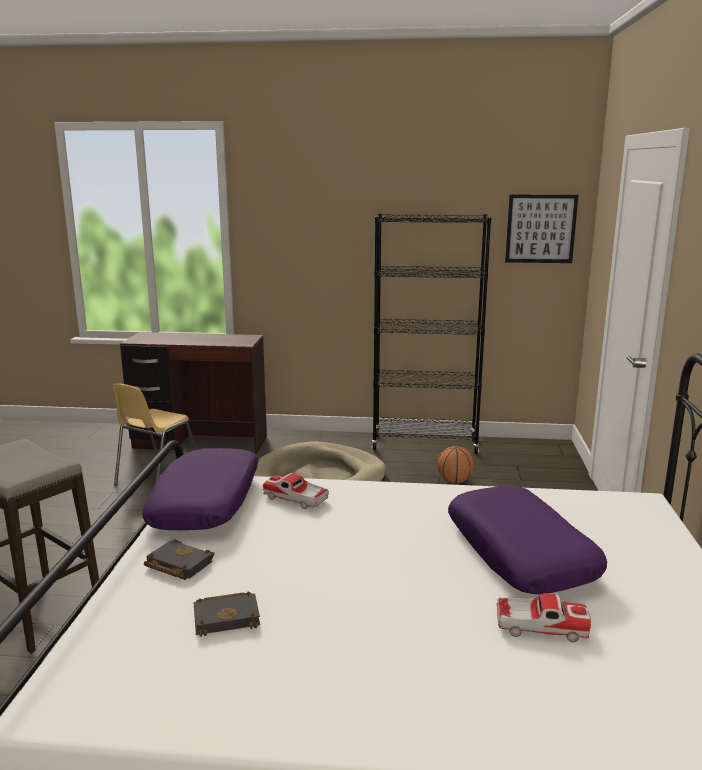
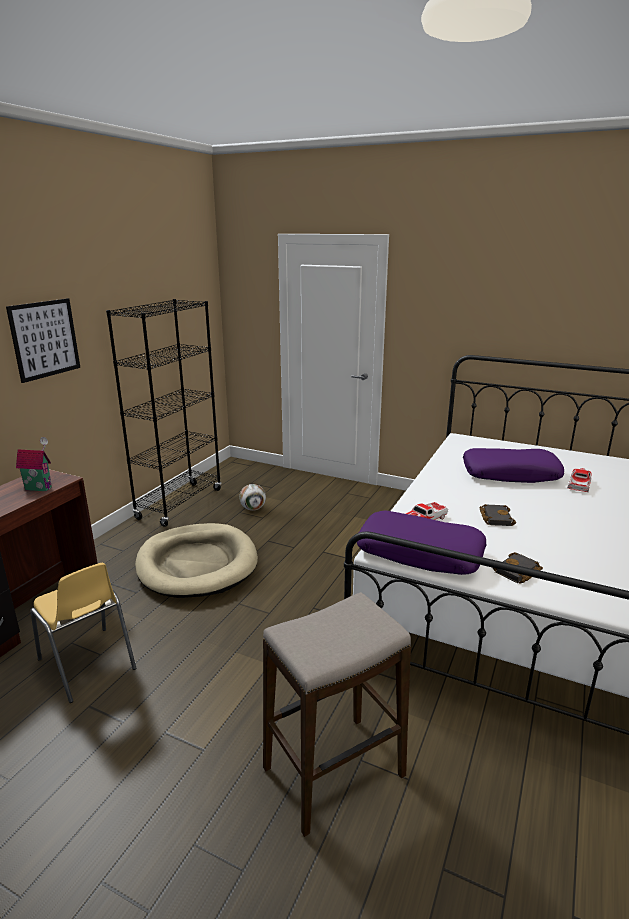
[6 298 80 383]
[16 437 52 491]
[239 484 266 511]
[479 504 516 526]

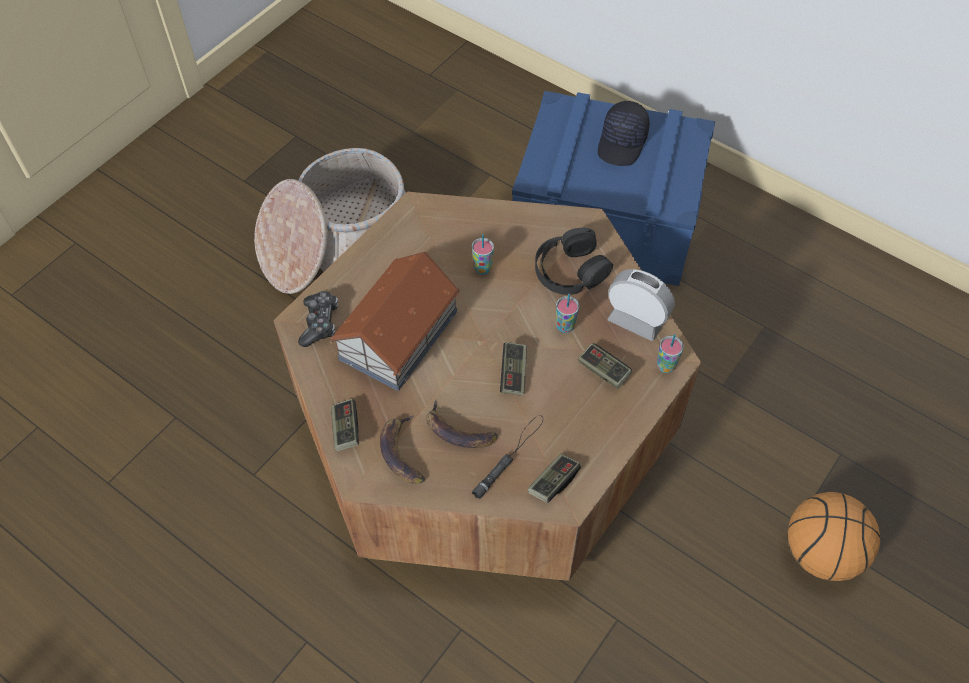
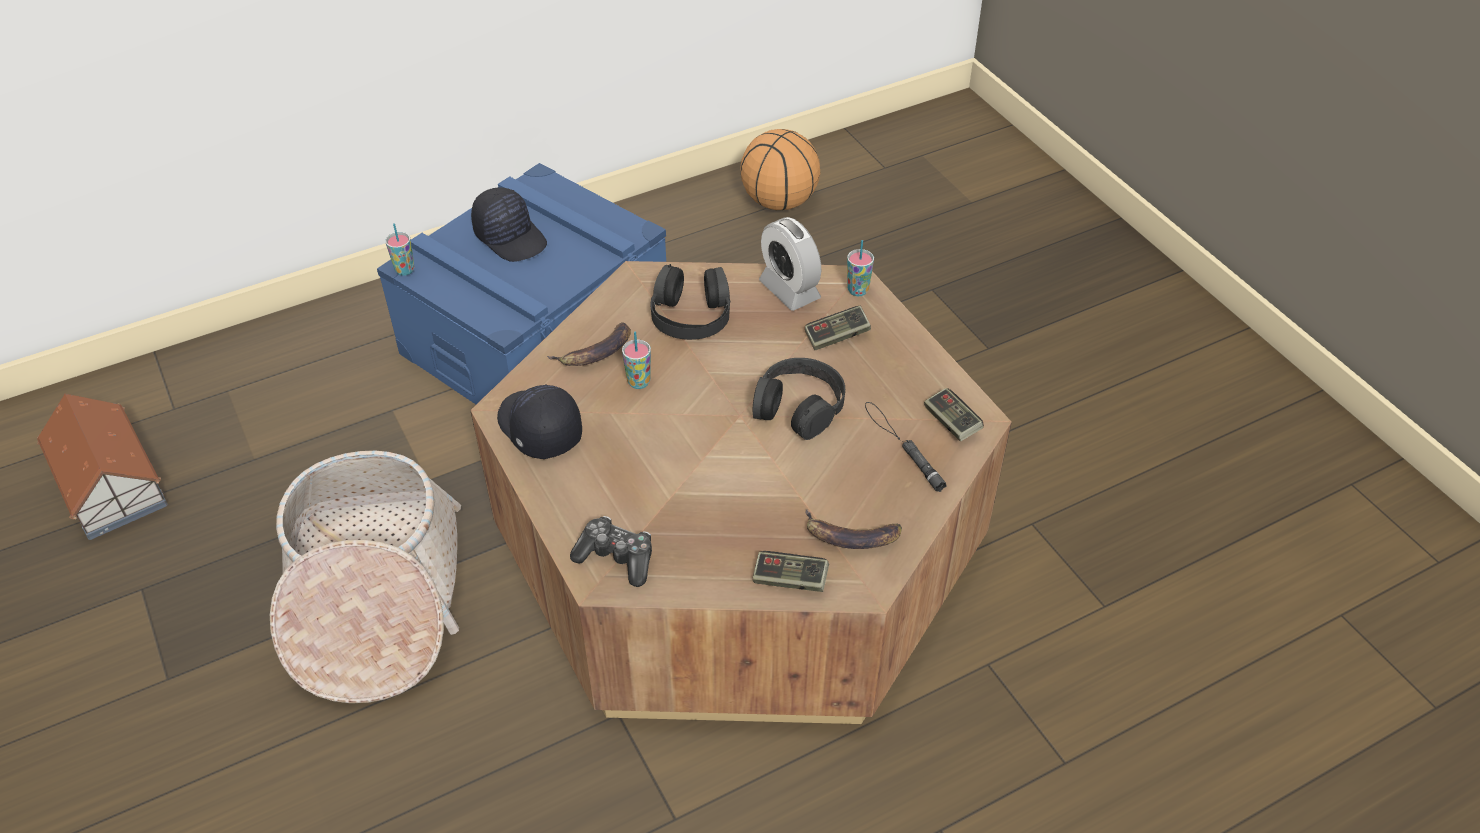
[37 394 168 540]
[385 223 415 276]
[497 384 582 459]
[547 322 631 366]
[741 129 820 210]
[752 358 845 440]
[759 217 821 311]

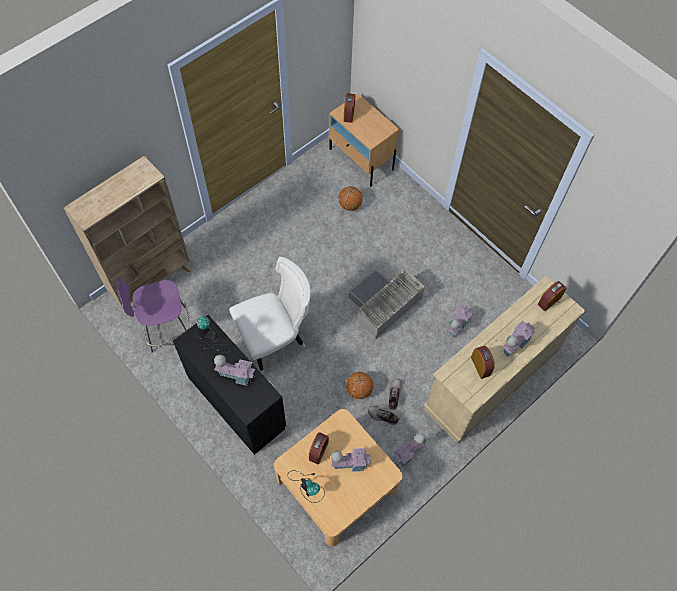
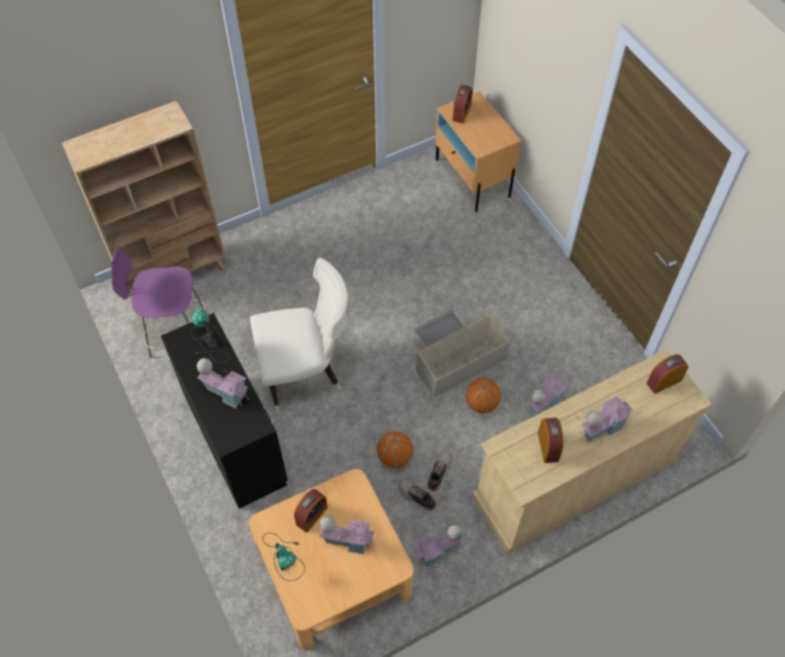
[466 378 501 413]

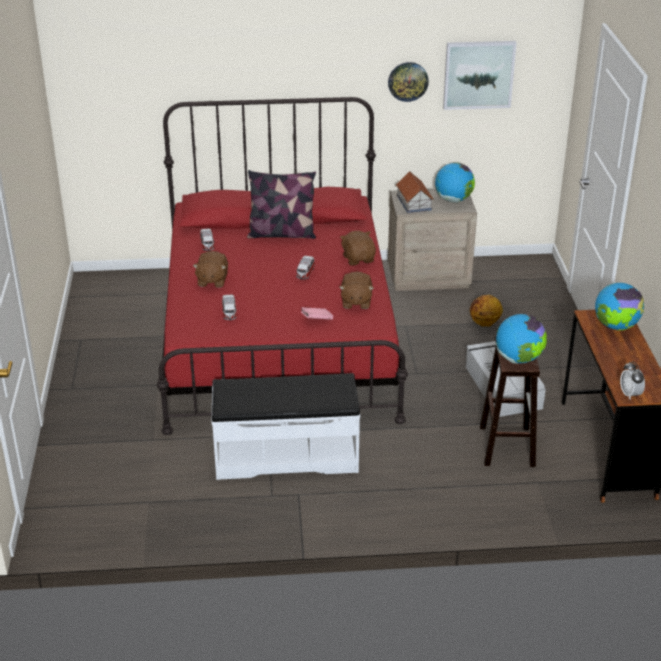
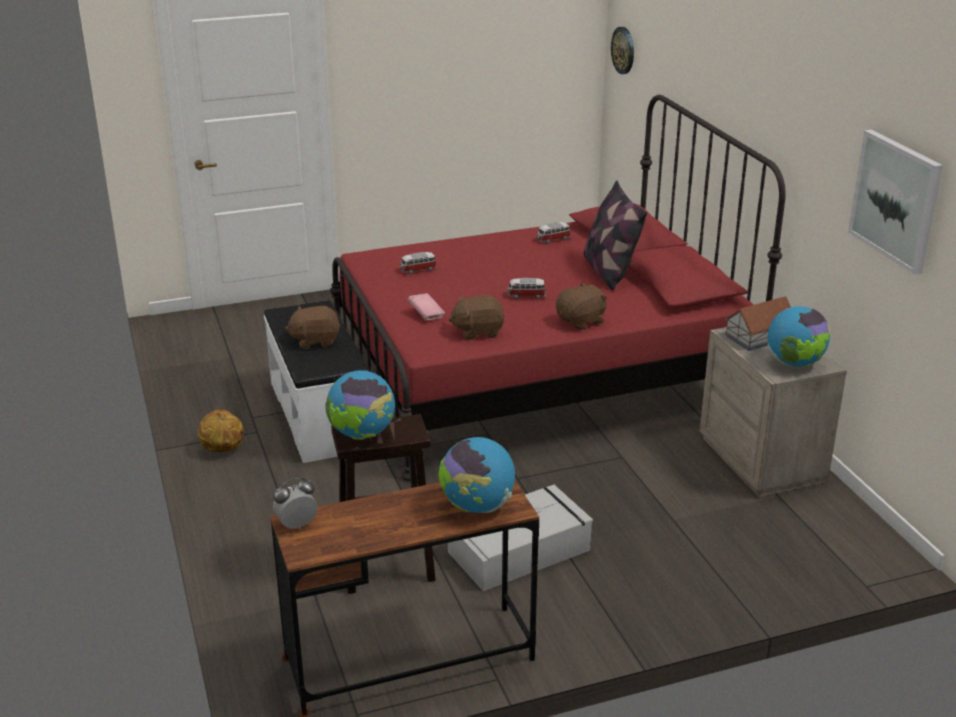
[198 410 244 452]
[285 306 341 349]
[611 27 634 74]

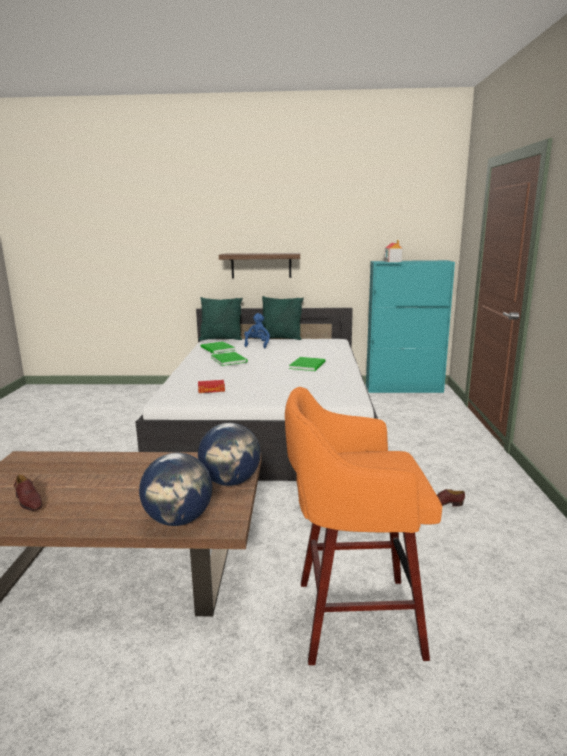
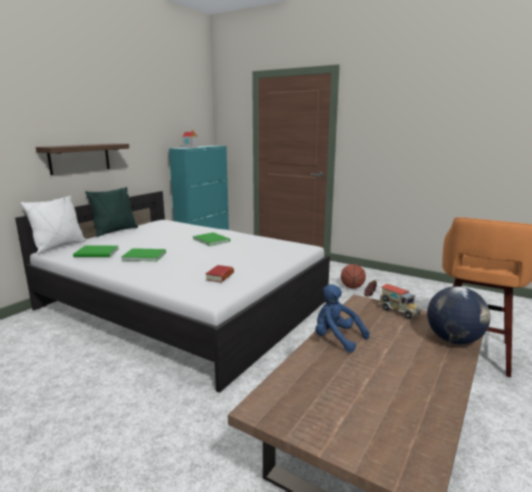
[21 195 86 254]
[315 284 370 352]
[341 264 366 289]
[379 284 423 319]
[14 474 42 511] (first image)

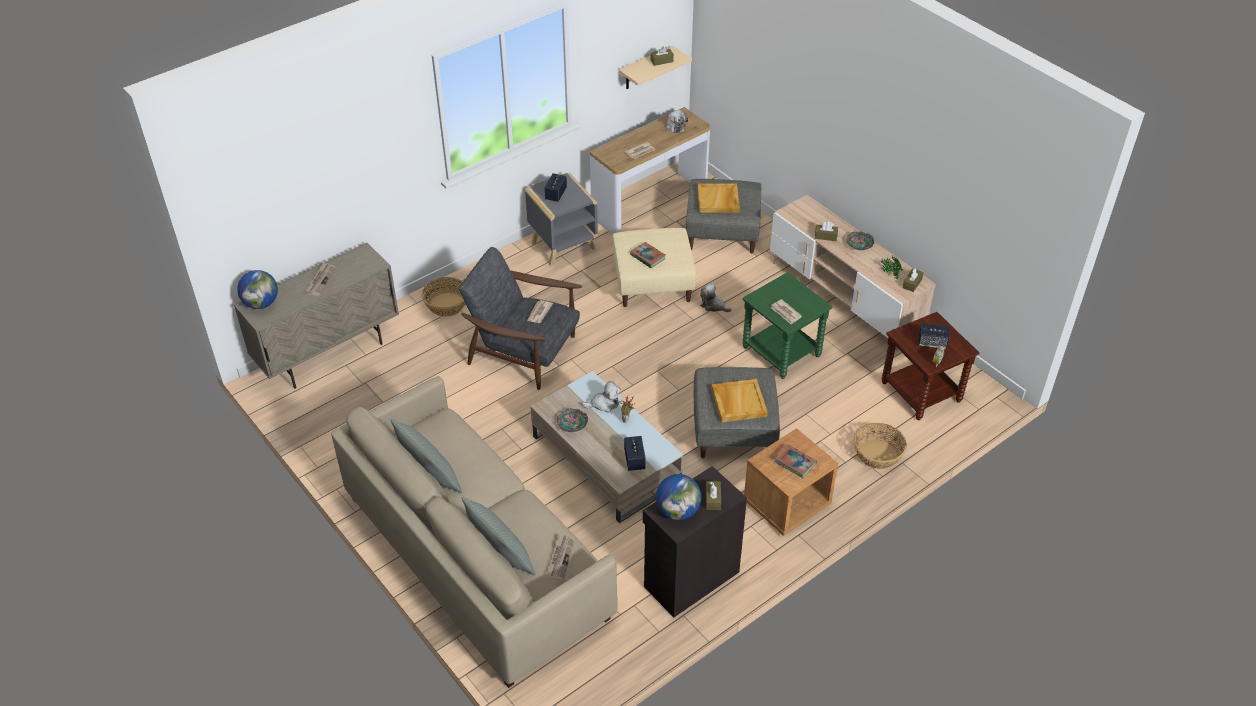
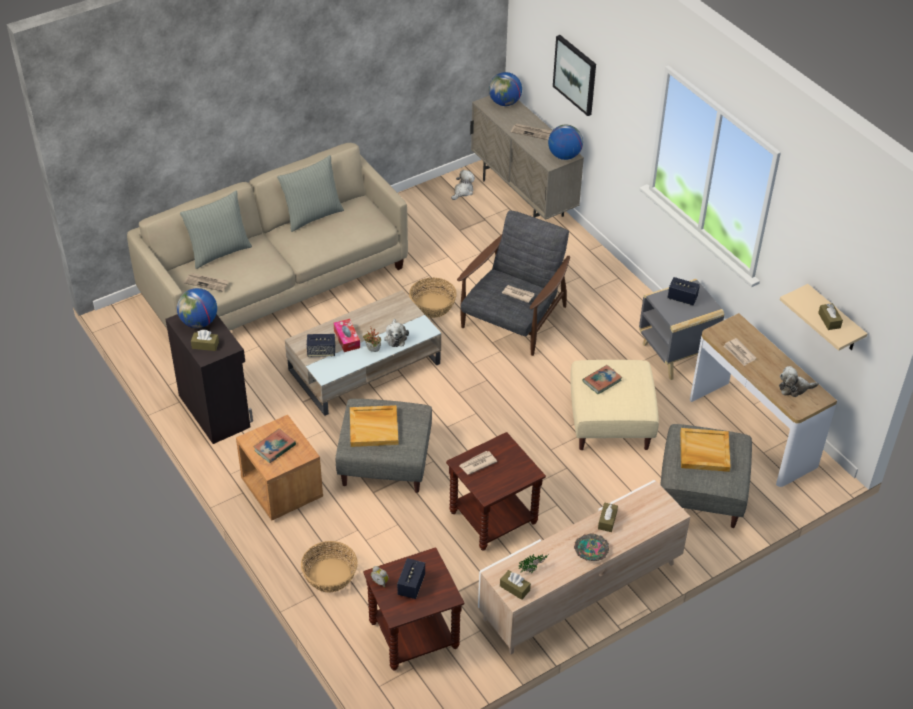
[334 319 360 352]
[409 278 457 318]
[446 432 546 551]
[451 170 475 200]
[548 125 583 160]
[553 35 596 116]
[557 408 588 432] (first image)

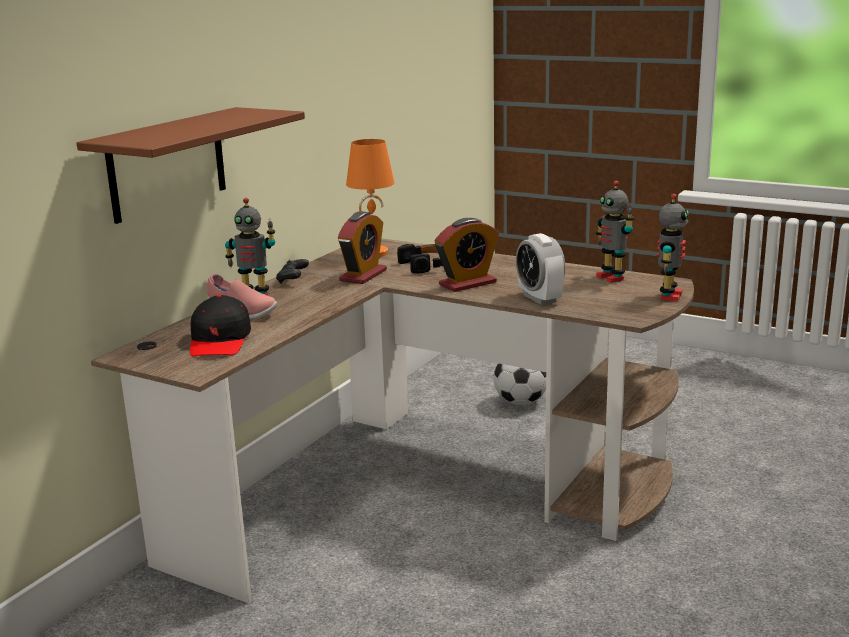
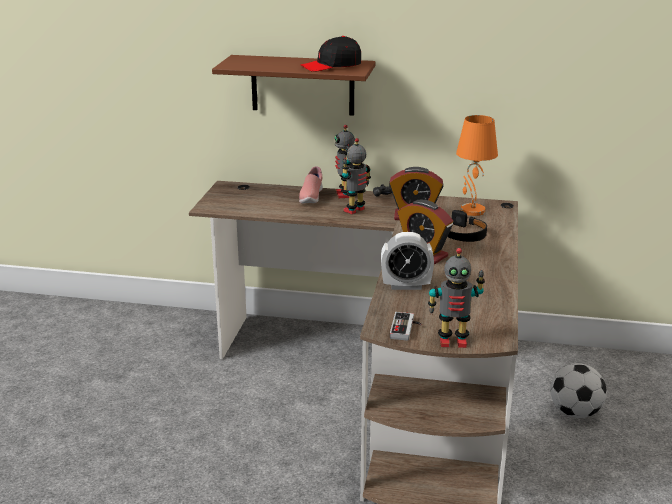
[301 36 361 72]
[342 138 371 214]
[381 232 434 290]
[390 312 422 341]

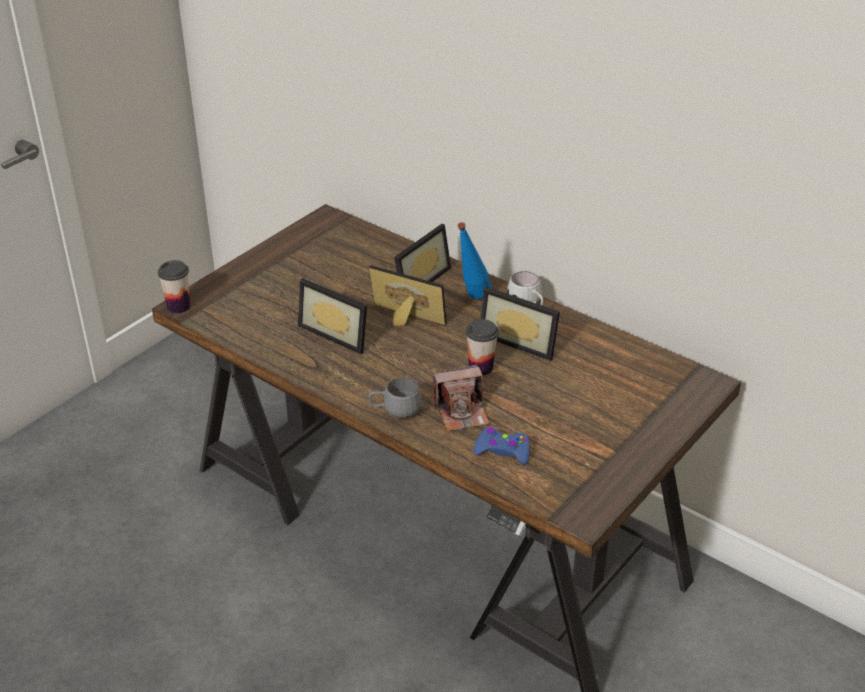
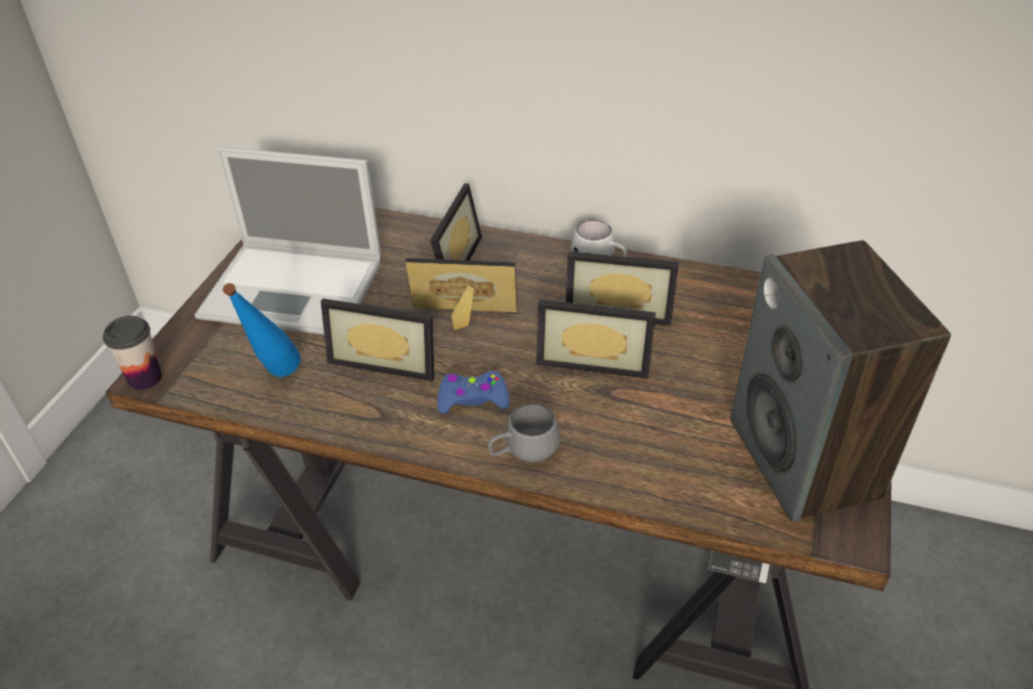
[195 147 381 335]
[223 283 301 377]
[437 371 509 414]
[536 299 656 379]
[731 240 951 522]
[432 365 490 431] (first image)

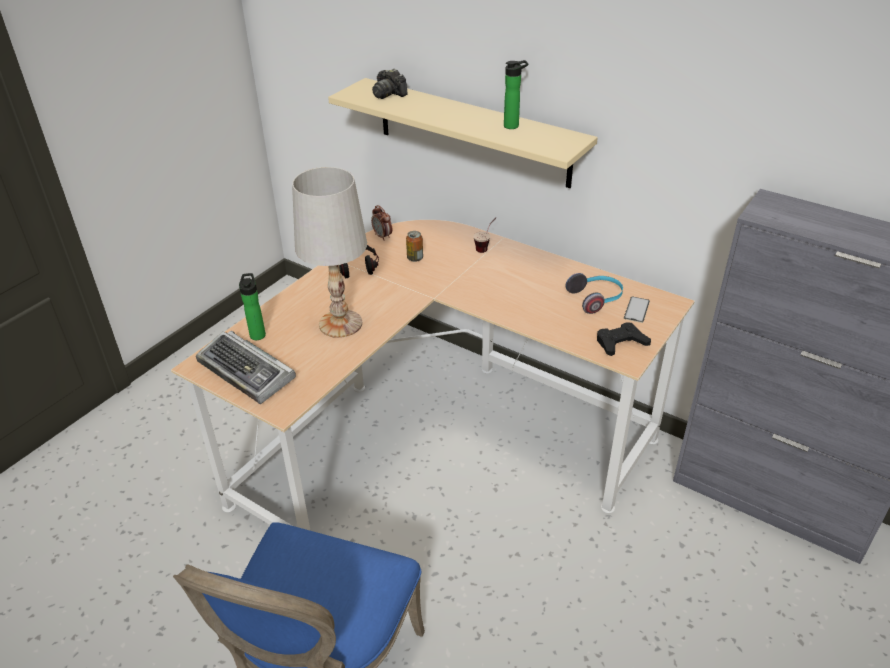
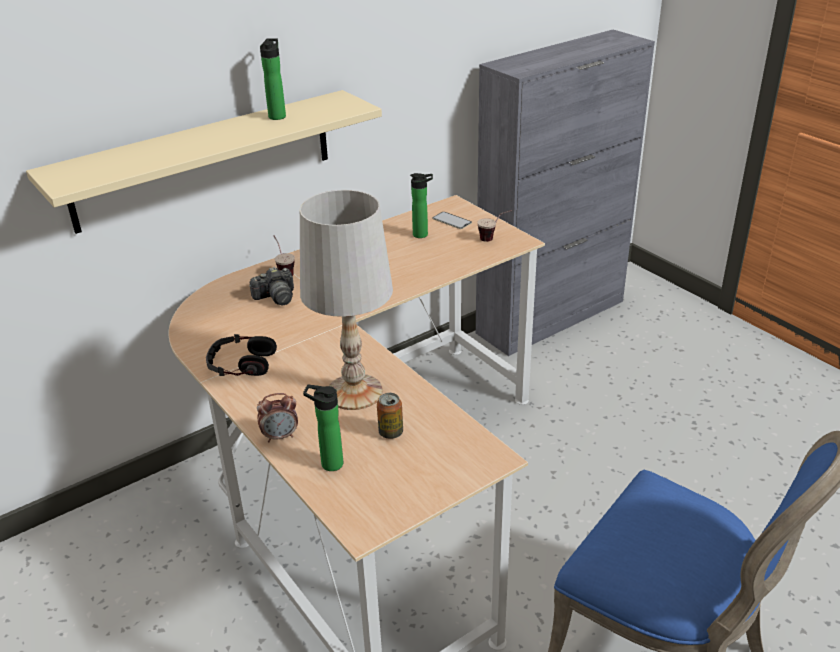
[249 267 294 305]
[257 393 298 442]
[377 393 403 439]
[410 173 433 238]
[477 210 512 242]
[196 331 296 404] (first image)

